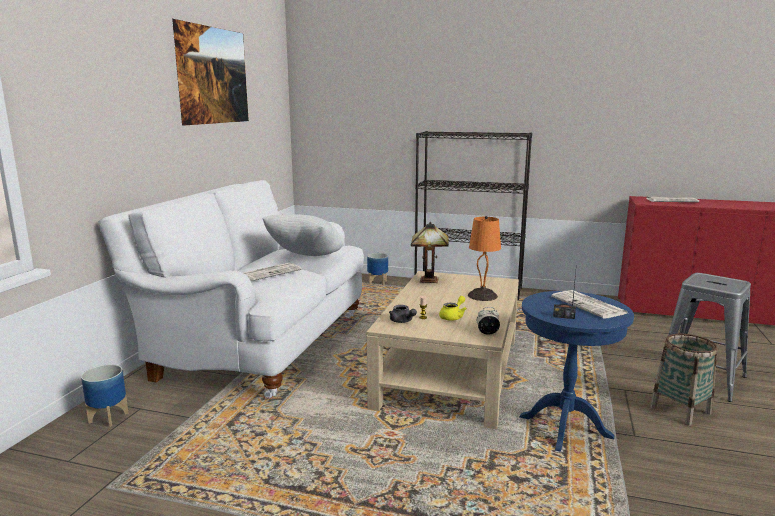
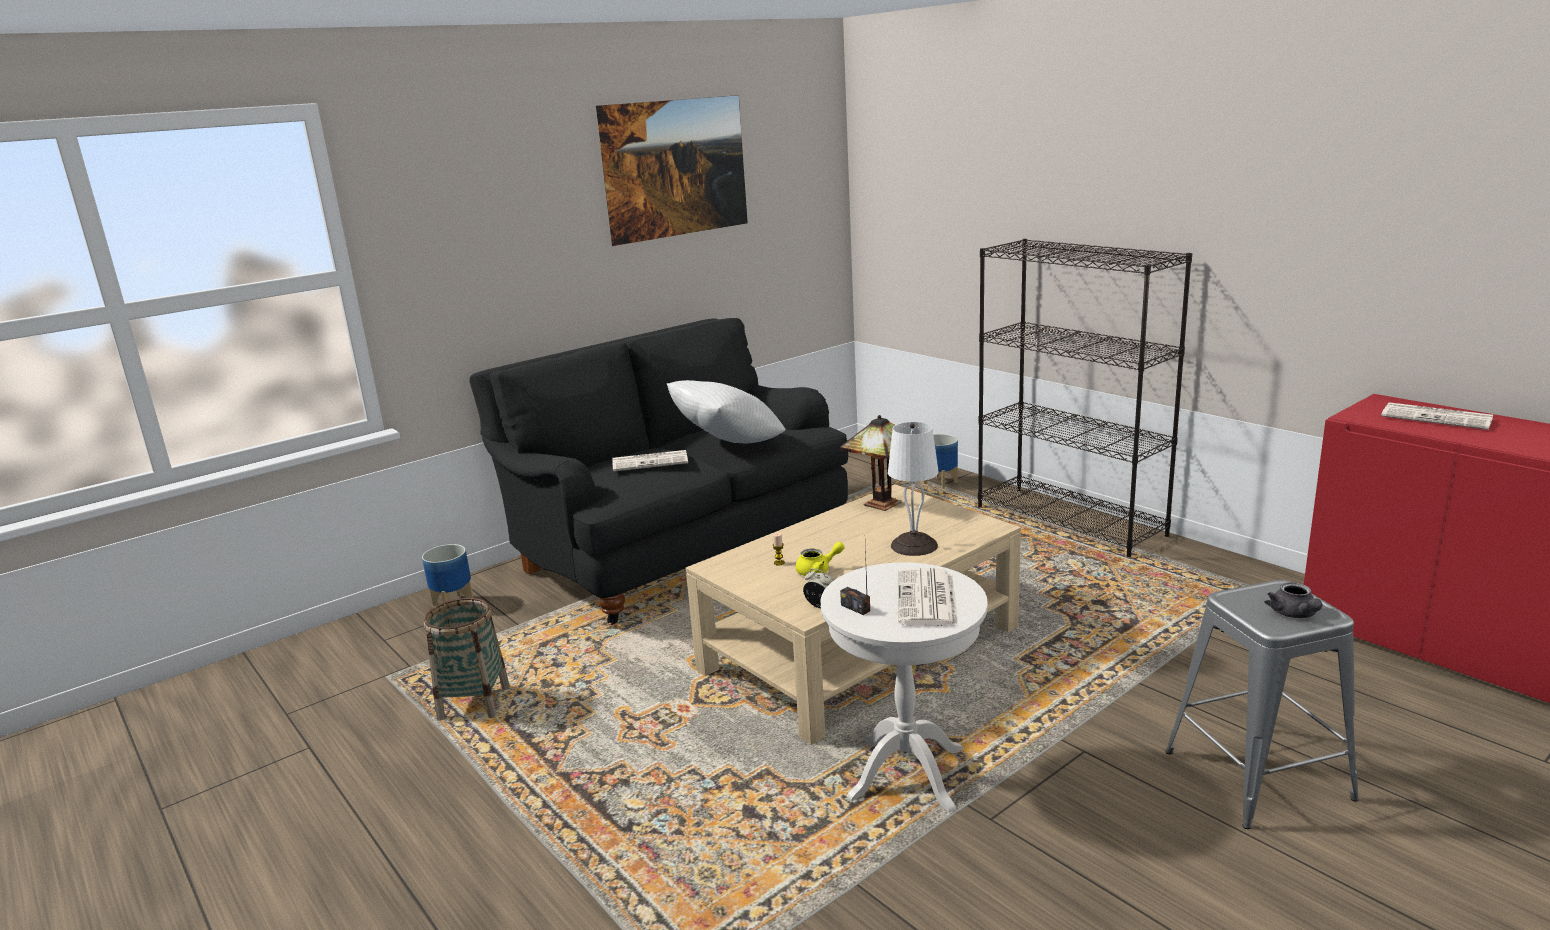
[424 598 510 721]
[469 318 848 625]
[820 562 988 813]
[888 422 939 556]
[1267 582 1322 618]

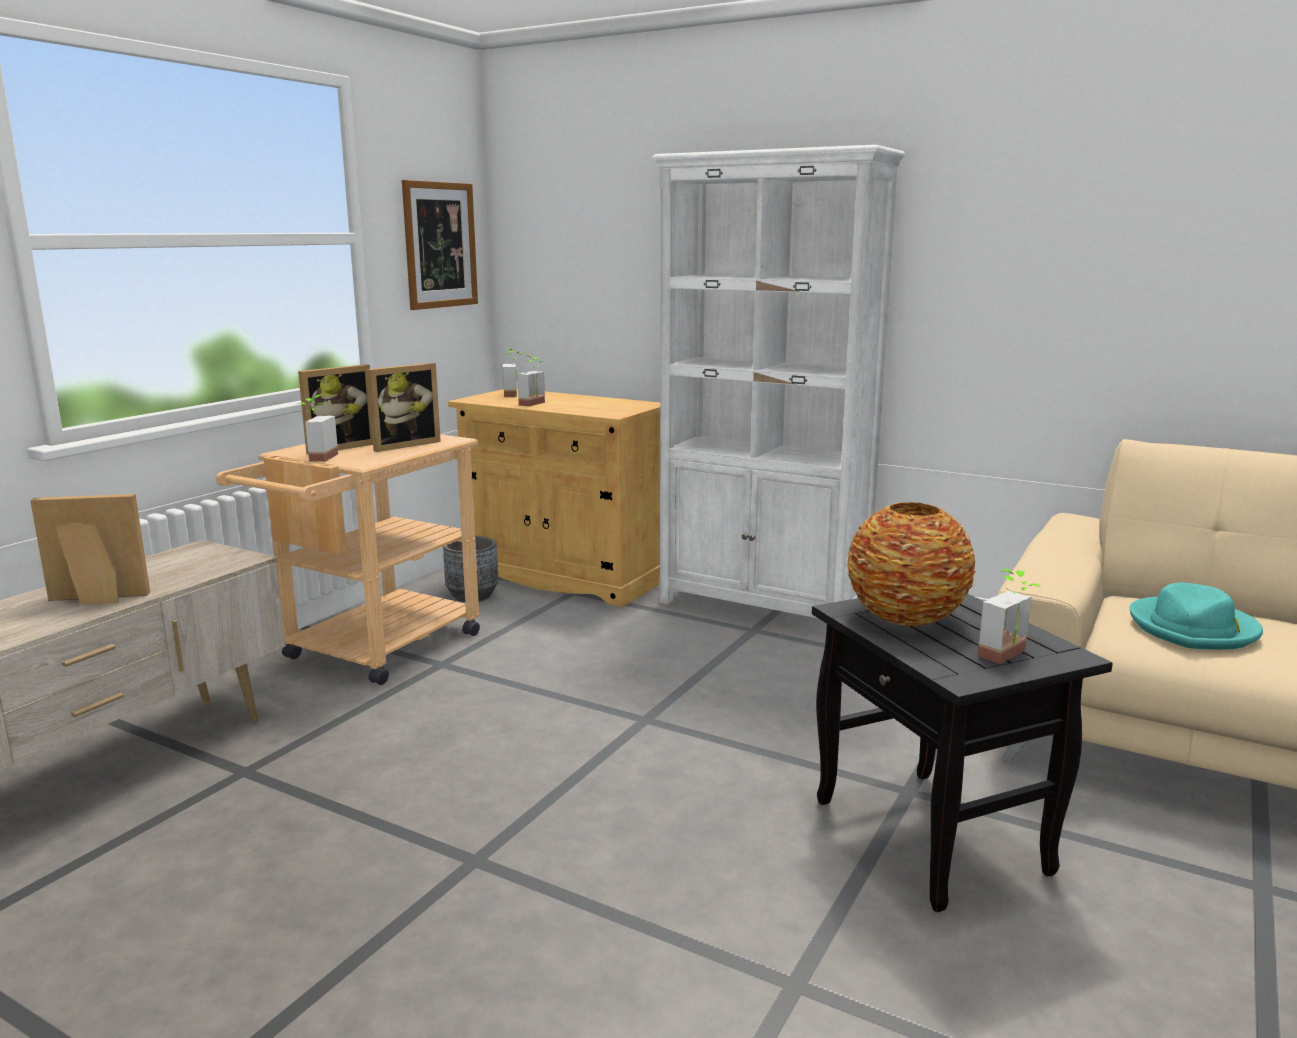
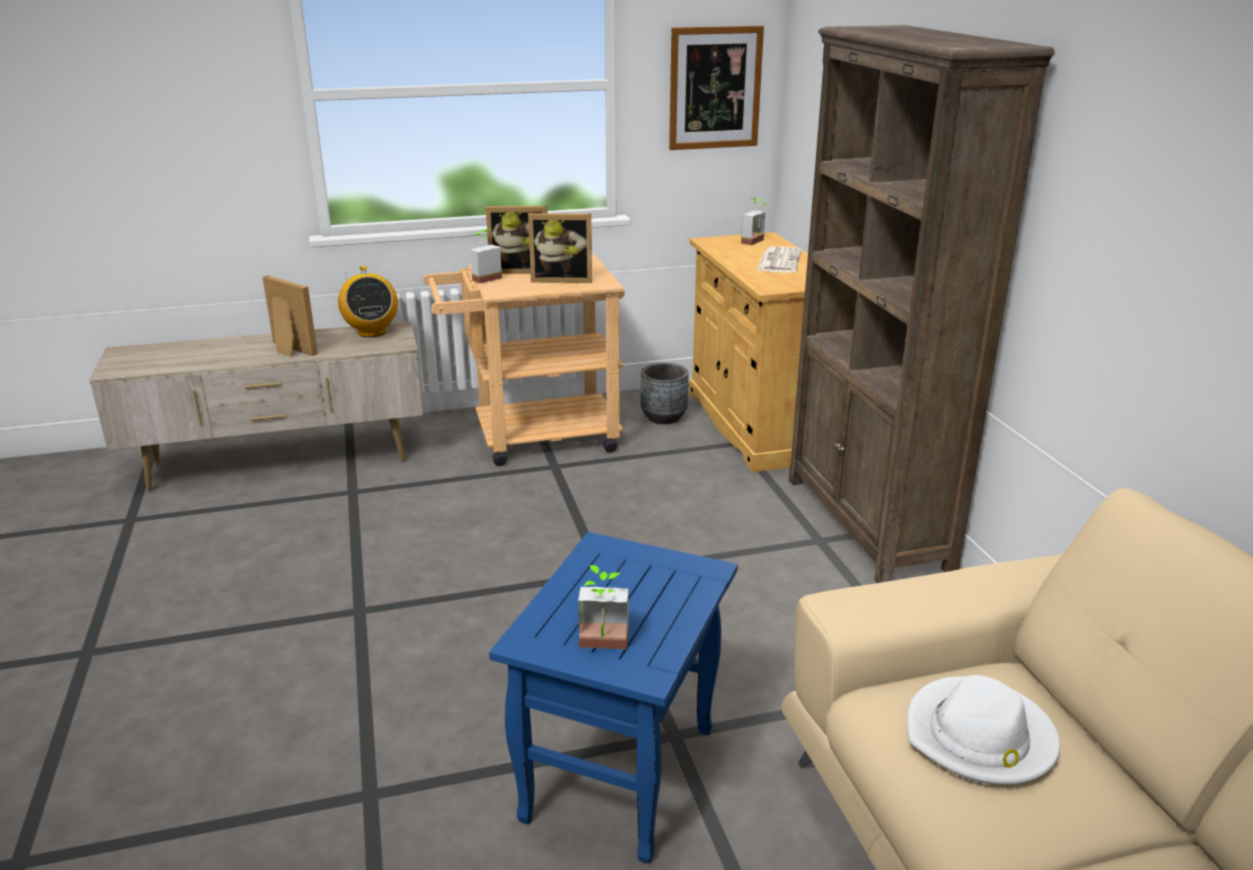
[338 266 398 337]
[489 532 738 864]
[757 247 801 273]
[789 25 1055 583]
[907 675 1060 785]
[518 355 545 406] (first image)
[847 502 975 627] (first image)

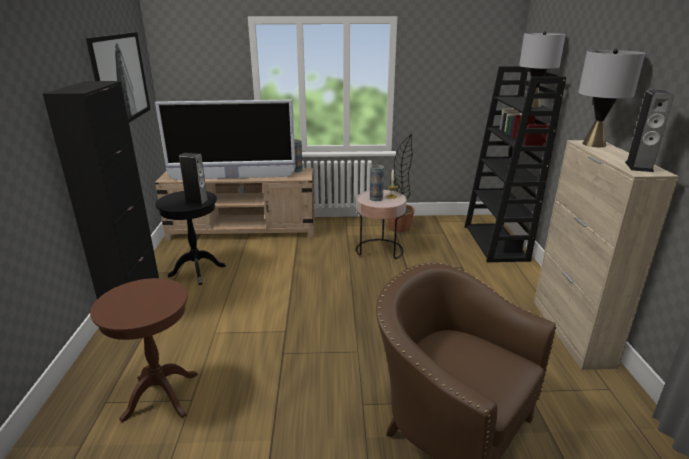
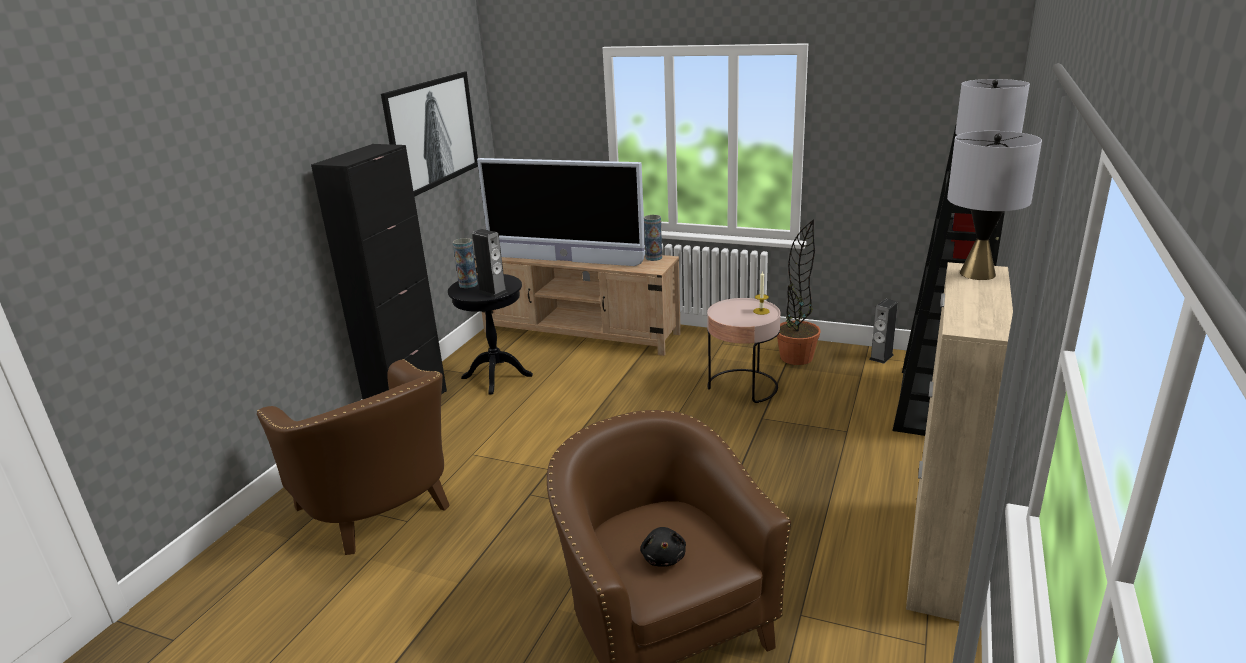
[257 359 450 555]
[453 238 478 288]
[640 527 686 567]
[869 299 898 364]

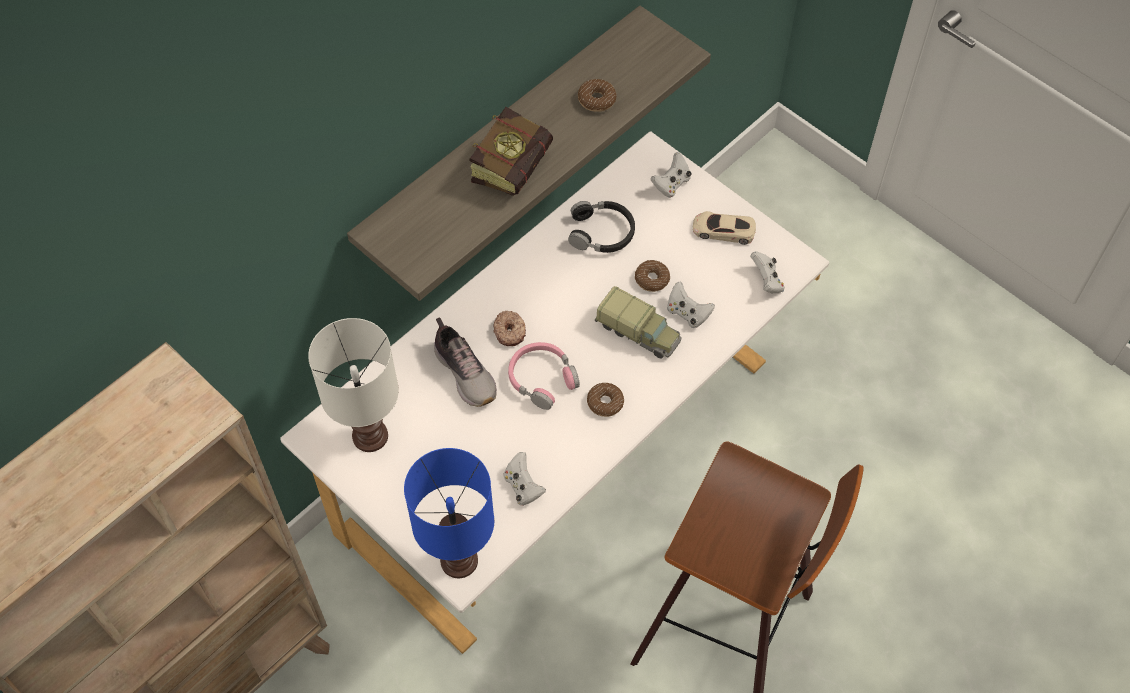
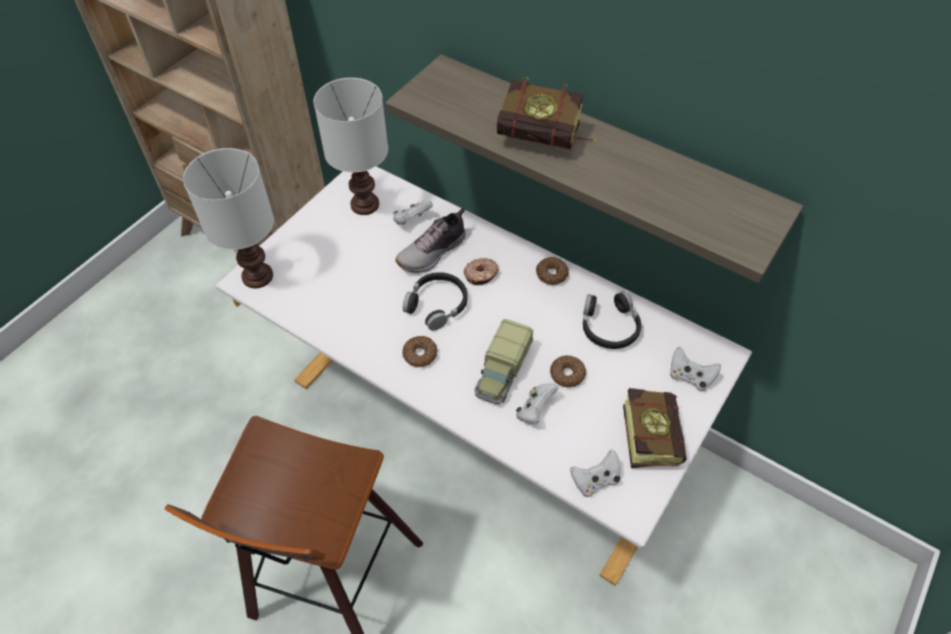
[183 148 274 288]
[393 201 433 225]
[403 272 468 331]
[536 257 569 285]
[623 388 687 468]

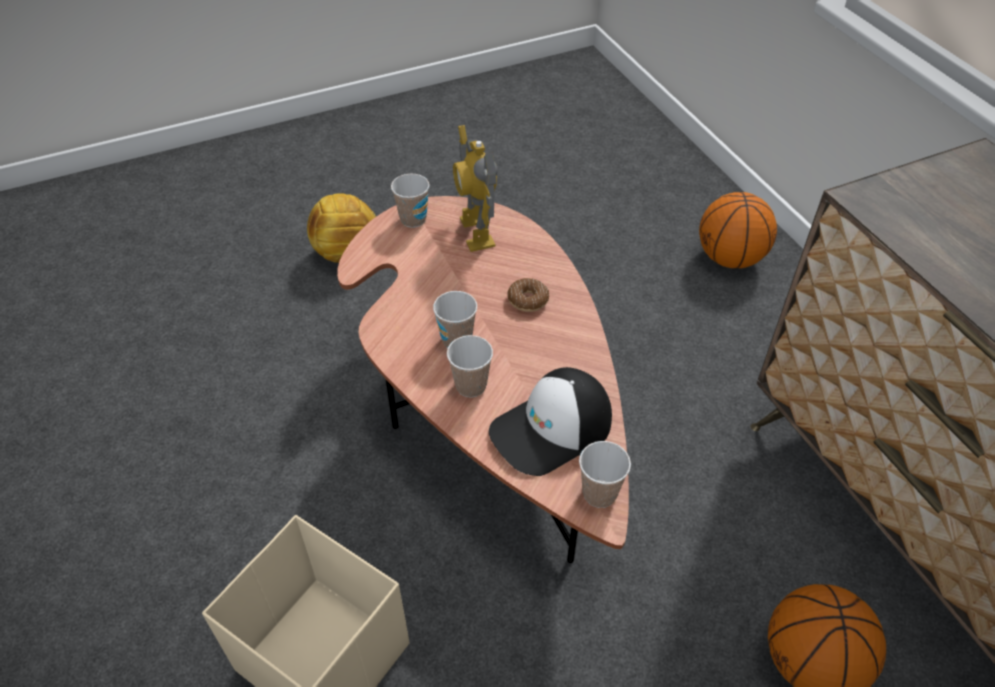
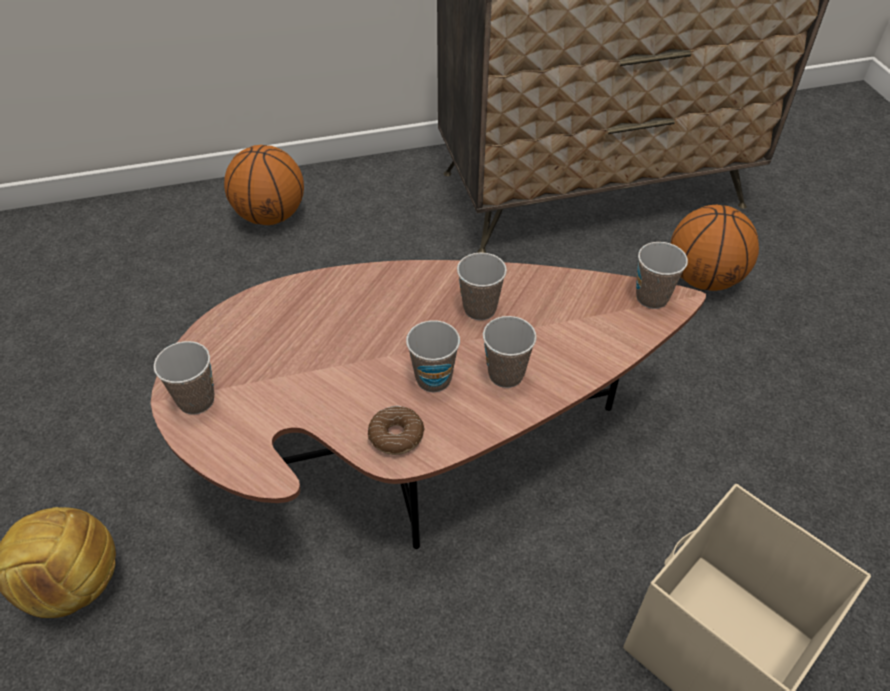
[368 406 425 455]
[457 252 507 320]
[453 125 498 252] (first image)
[489 367 612 476] (first image)

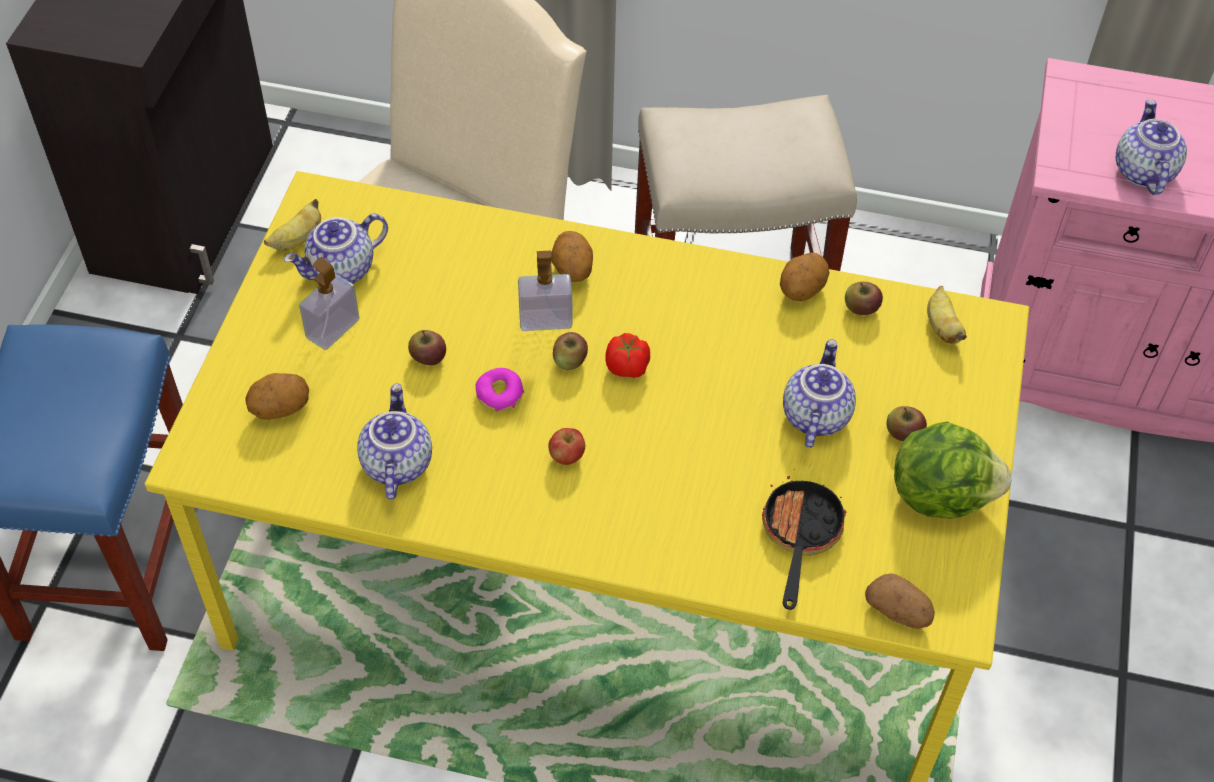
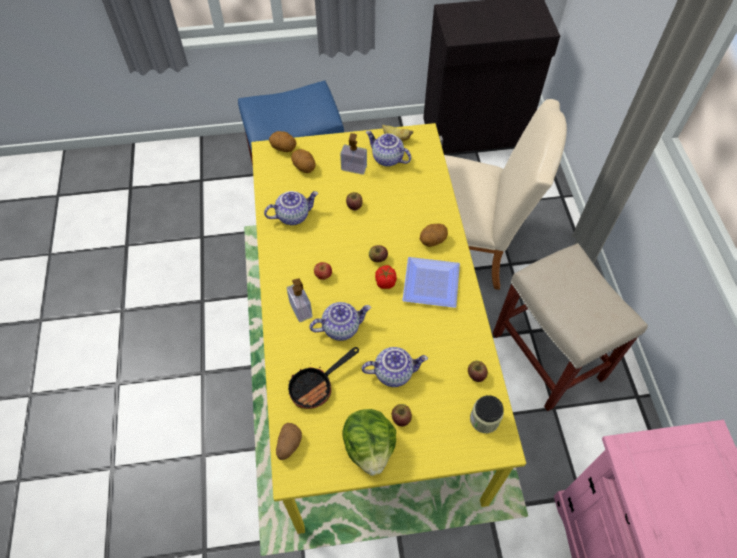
[269 131 296 152]
[287 279 313 322]
[288 347 359 409]
[310 302 371 341]
[402 257 460 308]
[470 395 504 433]
[475 368 524 412] (first image)

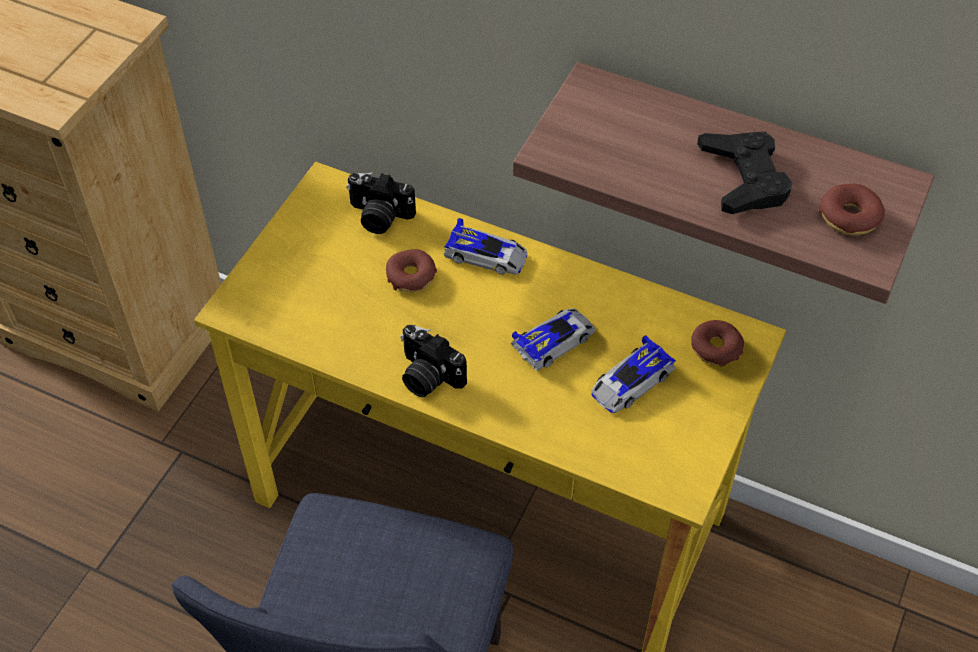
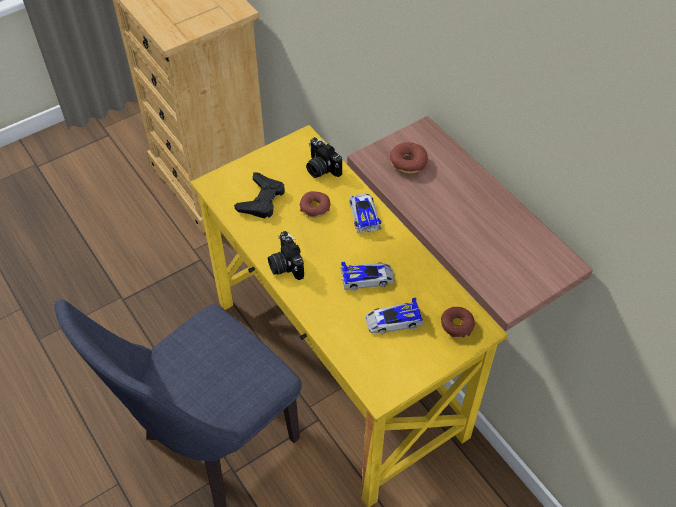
[234 172 285 219]
[349 193 382 233]
[390 142 428 174]

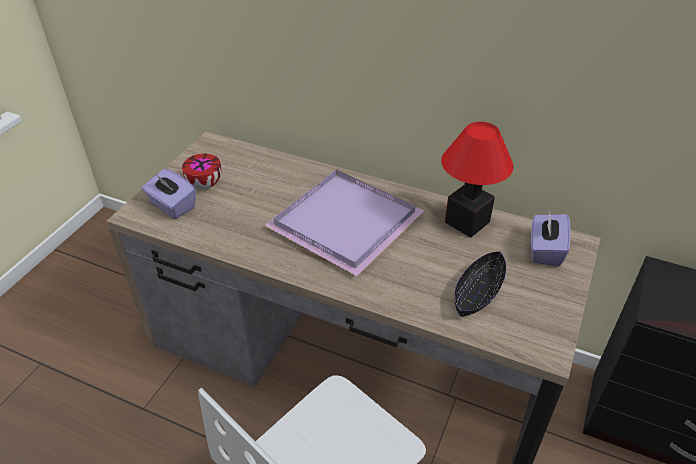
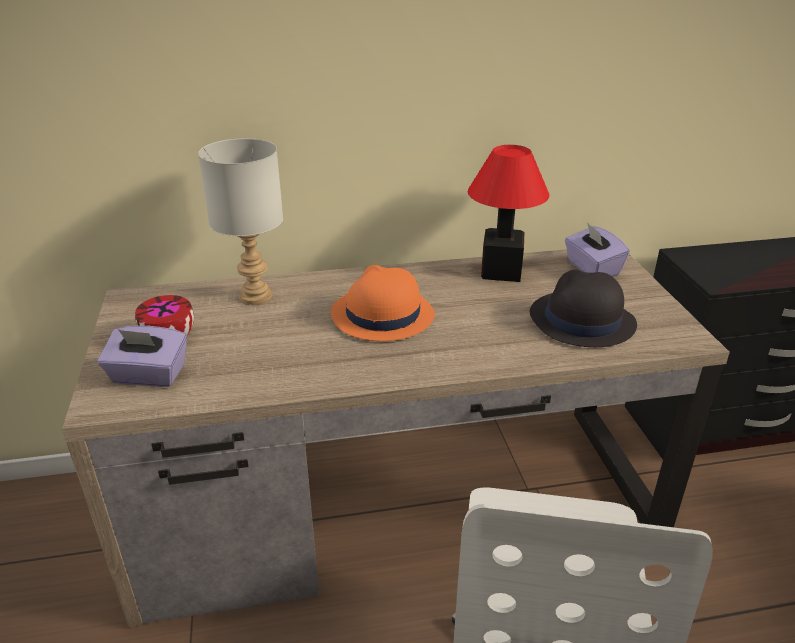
[198 138 283 305]
[331 265 435 341]
[530 270 637 347]

